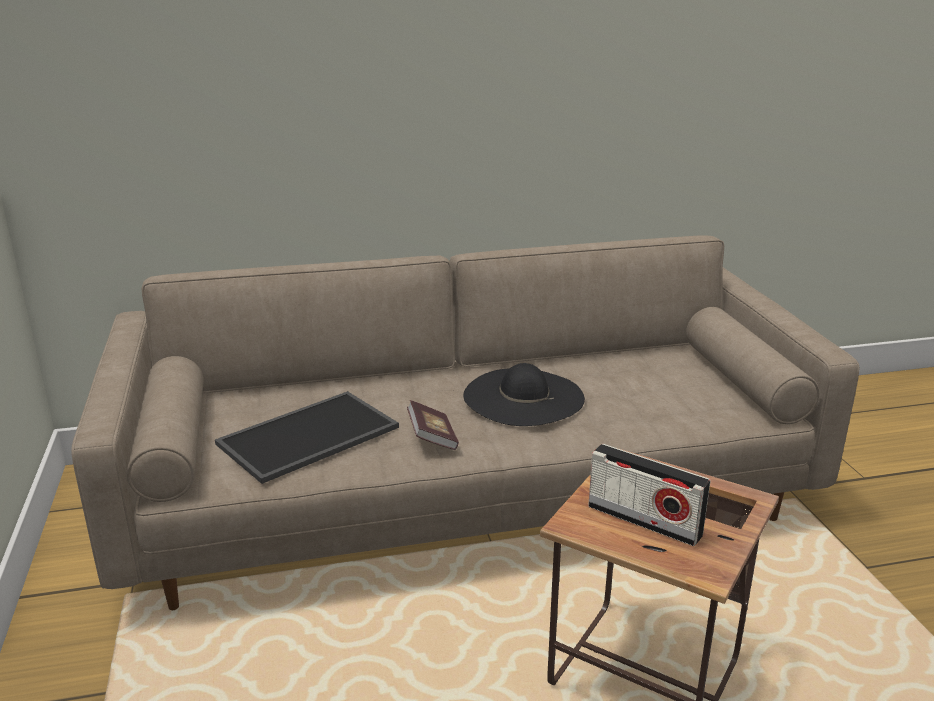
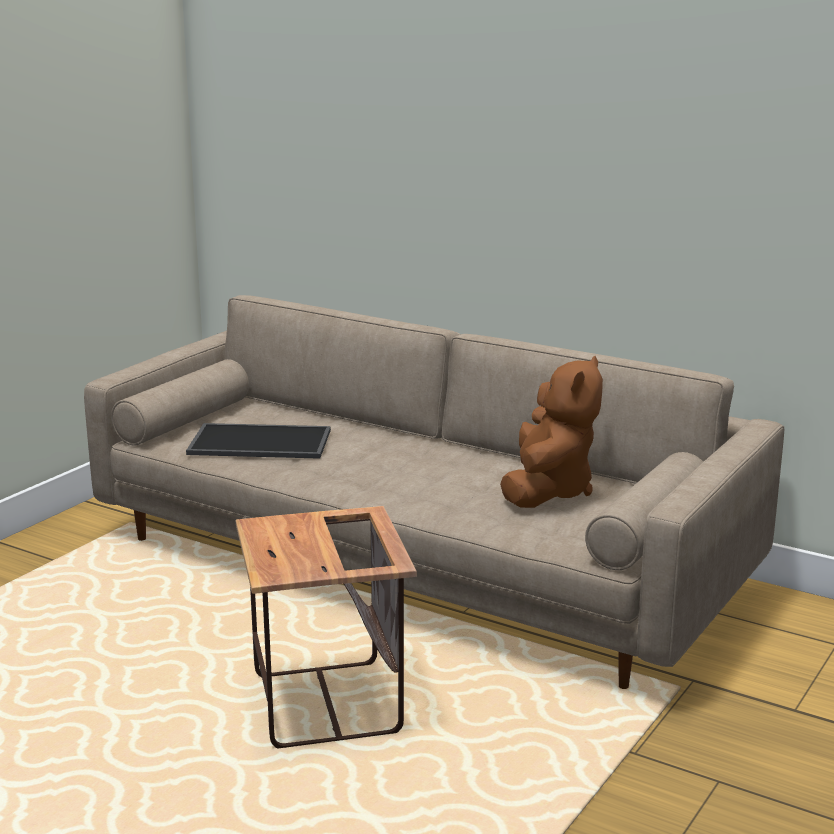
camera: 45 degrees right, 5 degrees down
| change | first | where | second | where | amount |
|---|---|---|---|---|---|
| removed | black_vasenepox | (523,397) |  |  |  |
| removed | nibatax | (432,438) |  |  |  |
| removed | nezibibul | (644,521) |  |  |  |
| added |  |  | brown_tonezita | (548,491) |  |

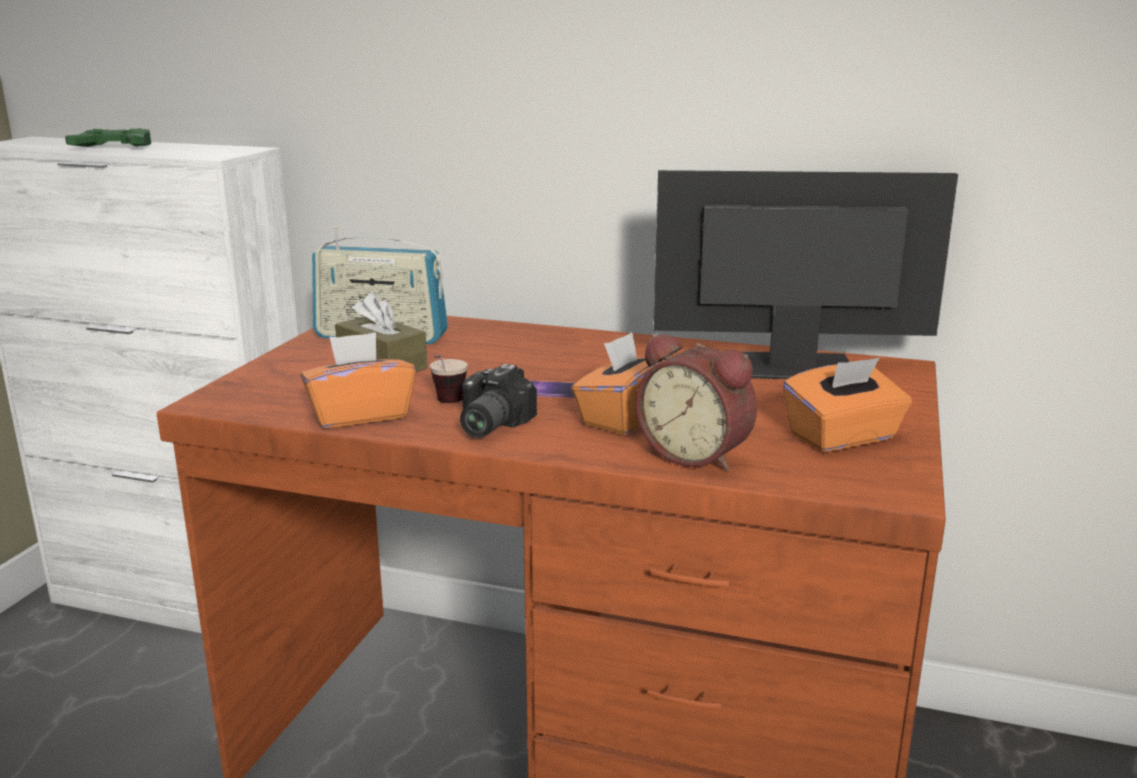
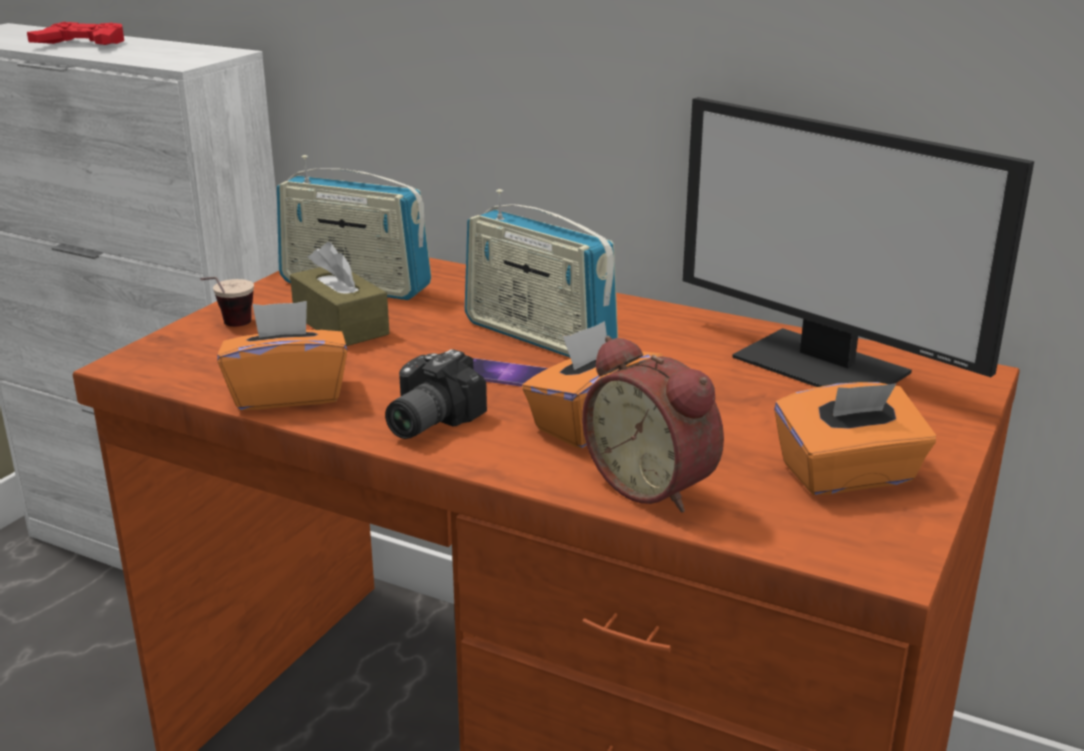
camera: 10 degrees right, 5 degrees up
| change | first | where | second | where | amount |
|---|---|---|---|---|---|
| recoloured | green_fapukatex | (113,147) | red_fapukatex | (81,45) |  |
| turned | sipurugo | (789,367) |  | (824,364) | 150 degrees counterclockwise |
| moved | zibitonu | (446,405) |  | (229,328) |  |
| added |  |  | nezibibul | (538,336) |  |

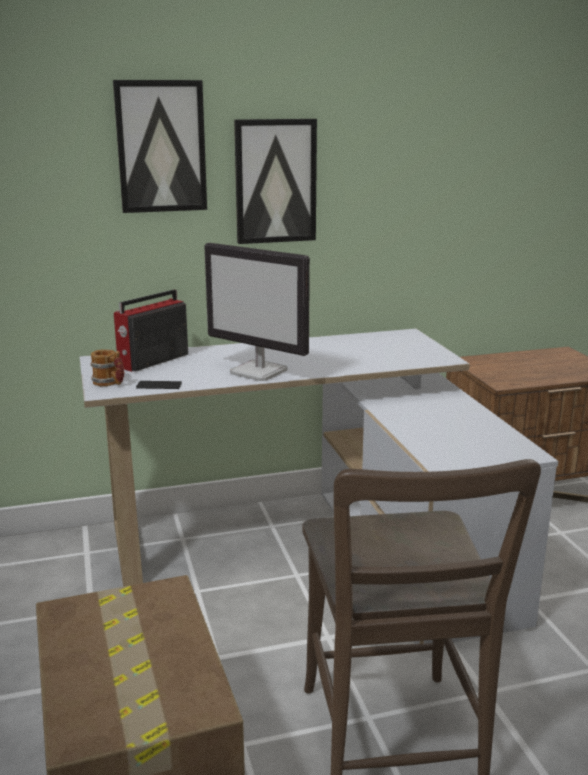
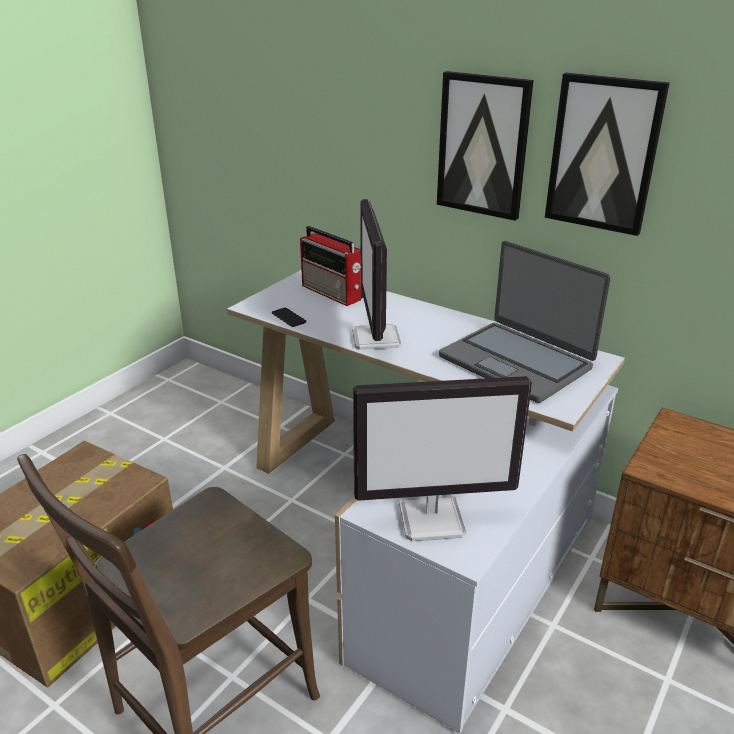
camera: 50 degrees right, 10 degrees up
| change | first | where | second | where | amount |
|---|---|---|---|---|---|
| moved | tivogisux | (161,147) |  | (603,154) |  |
| turned | nezibibul | (152,361) |  | (333,293) | 135 degrees counterclockwise |
| removed | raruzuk | (109,383) |  |  |  |
| added |  |  | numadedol | (516,362) |  |
| added |  |  | sipurugo | (432,518) |  |

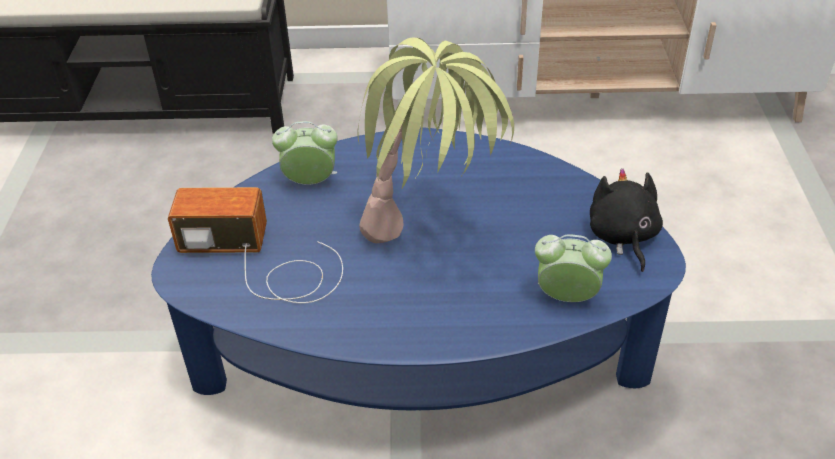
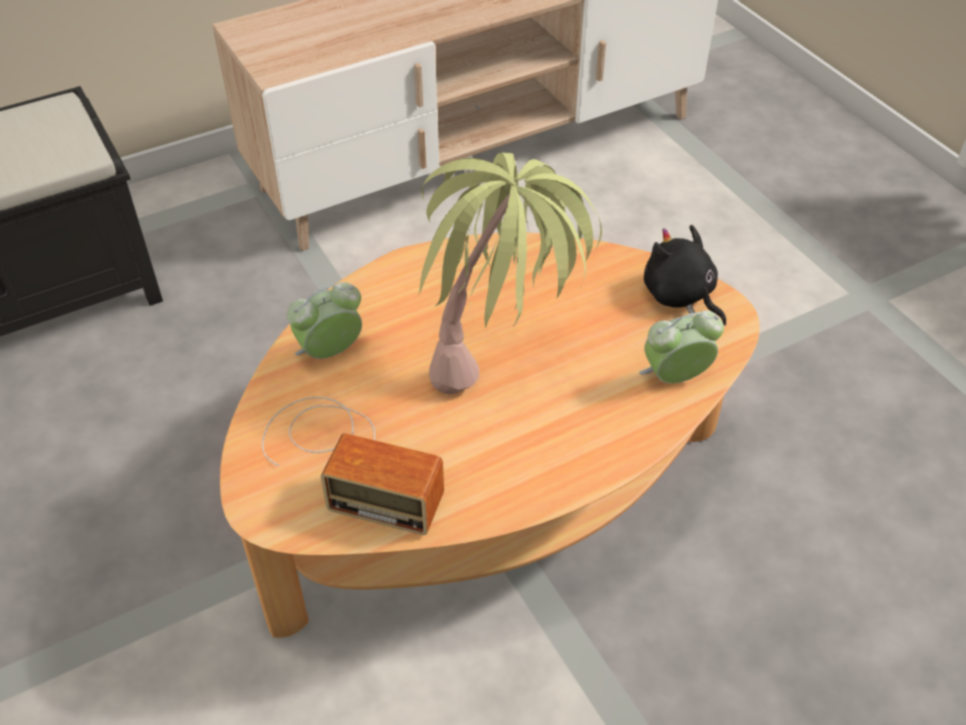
camera: 30 degrees left, 5 degrees up
| change | first | where | second | where | amount |
|---|---|---|---|---|---|
| recoloured | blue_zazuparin | (420,353) | beige_zazuparin | (487,490) |  |
| turned | nezibibul | (262,261) |  | (348,461) | 135 degrees counterclockwise |

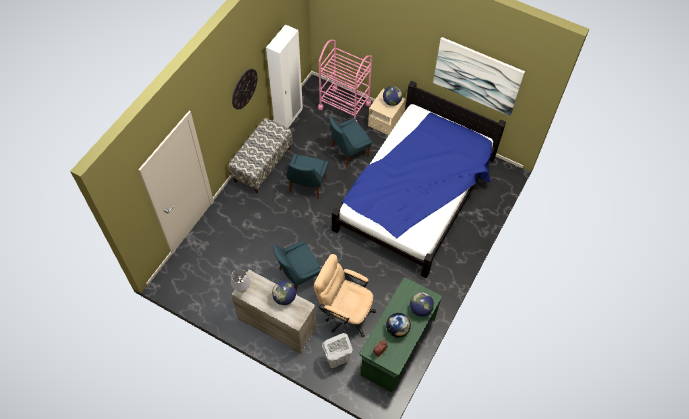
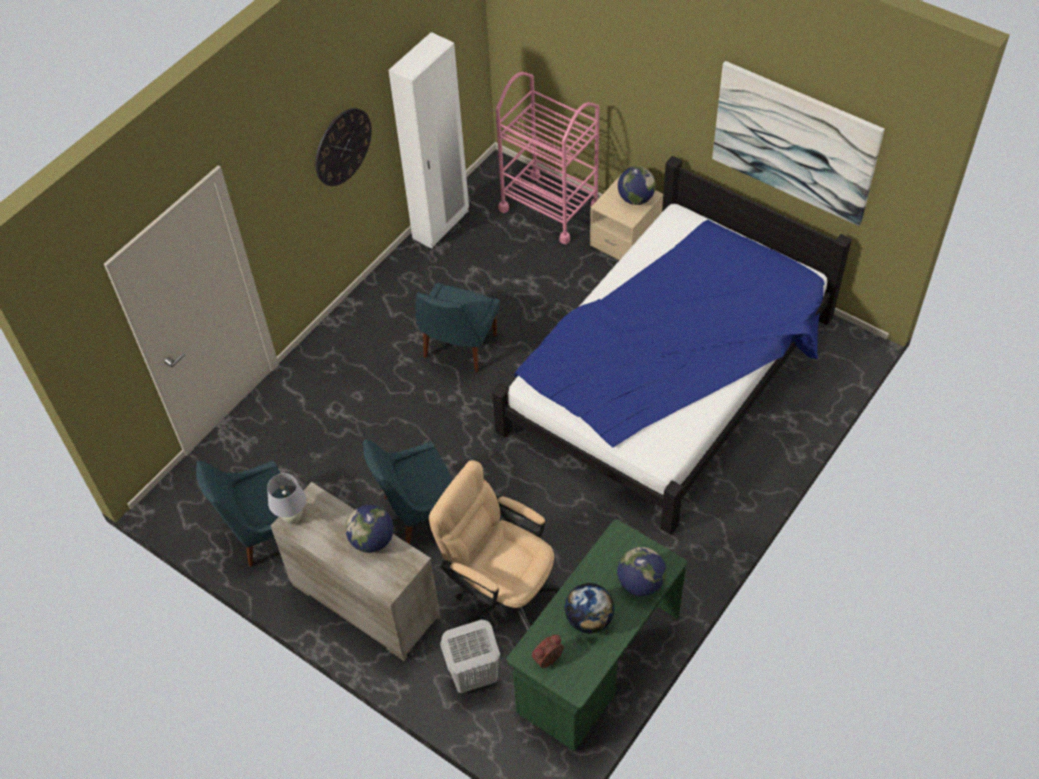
camera: 10 degrees right, 5 degrees down
| change | first | where | second | where | amount |
|---|---|---|---|---|---|
| moved | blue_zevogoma | (348,152) |  | (263,532) |  |
| removed | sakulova | (262,164) |  |  |  |

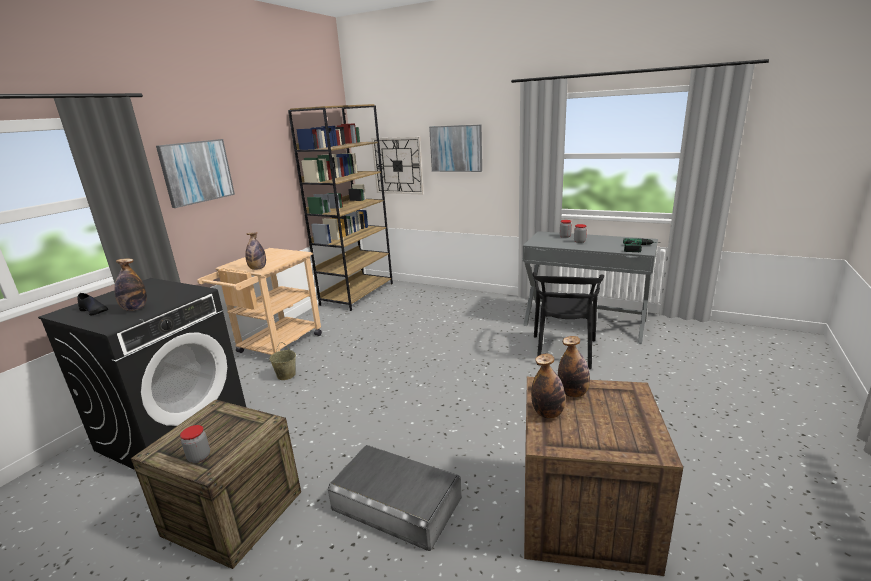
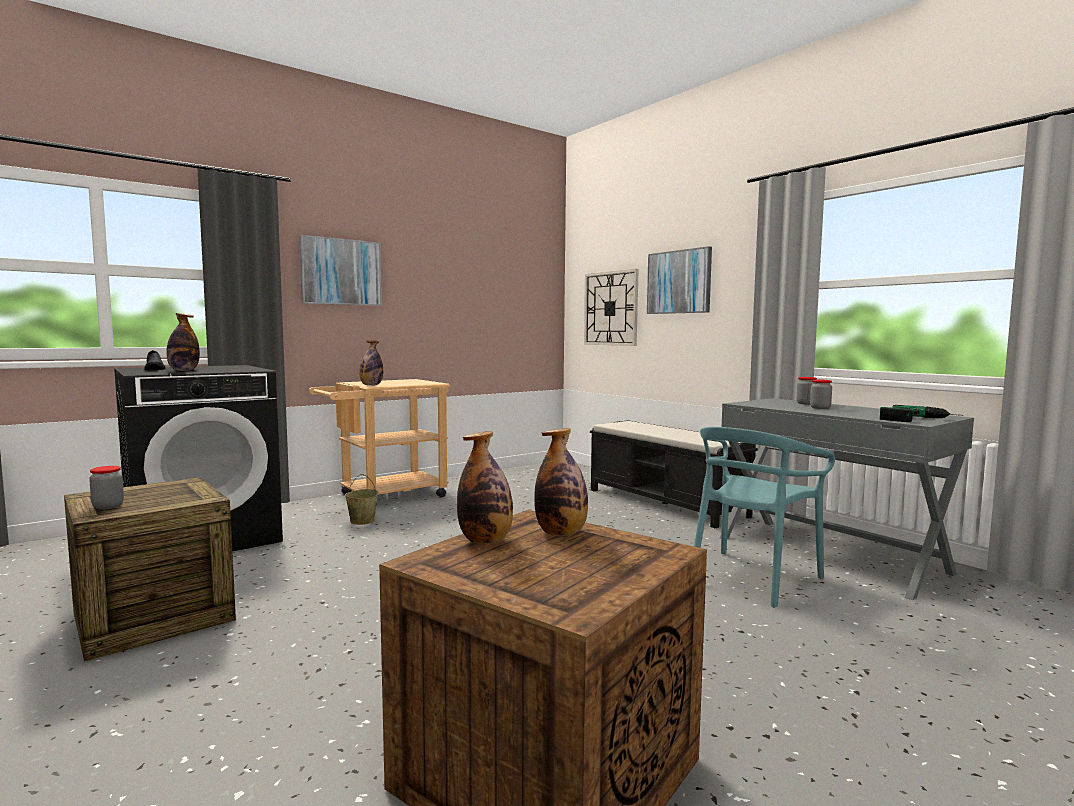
camera: 25 degrees right, 15 degrees down
| change | first | where | second | where | amount |
|---|---|---|---|---|---|
| removed | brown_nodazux | (357,294) |  |  |  |
| recoloured | black_zevogoma | (563,351) | turquoise_zevogoma | (752,578) |  |
| removed | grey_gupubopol | (396,503) |  |  |  |
| added |  |  | black_sakulova | (666,503) |  |

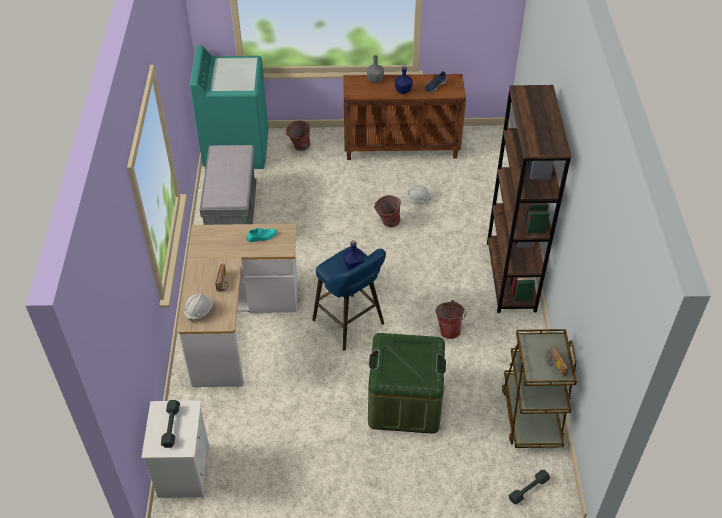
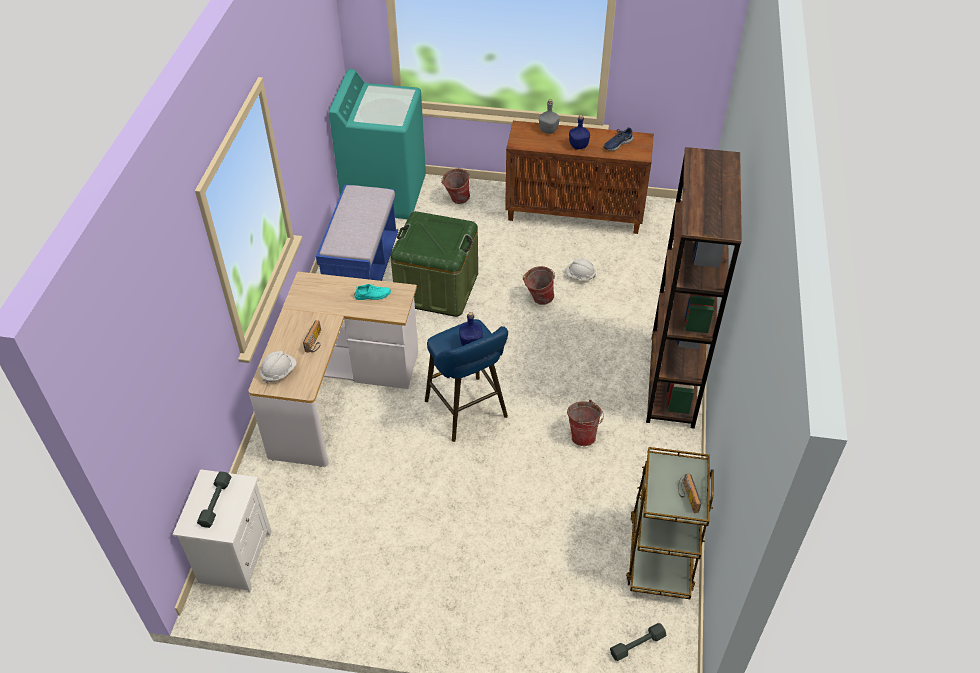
camera: 10 degrees right, 0 degrees up
| change | first | where | second | where | amount |
|---|---|---|---|---|---|
| recoloured | grey_sakulova | (232,216) | blue_sakulova | (362,269) |  |
| moved | green_gupubopol | (405,402) |  | (437,288) |  |

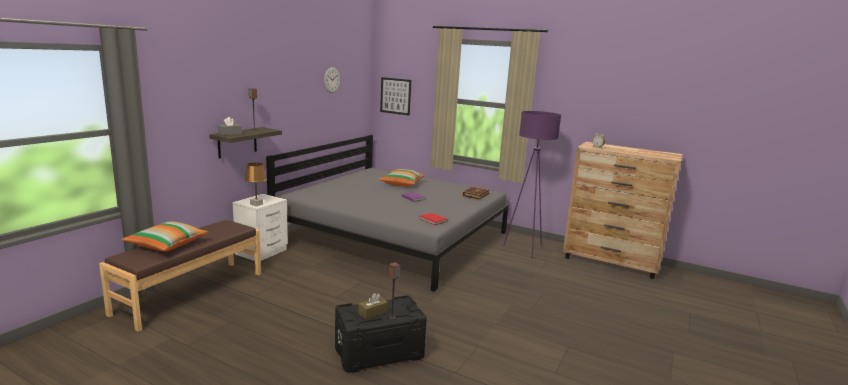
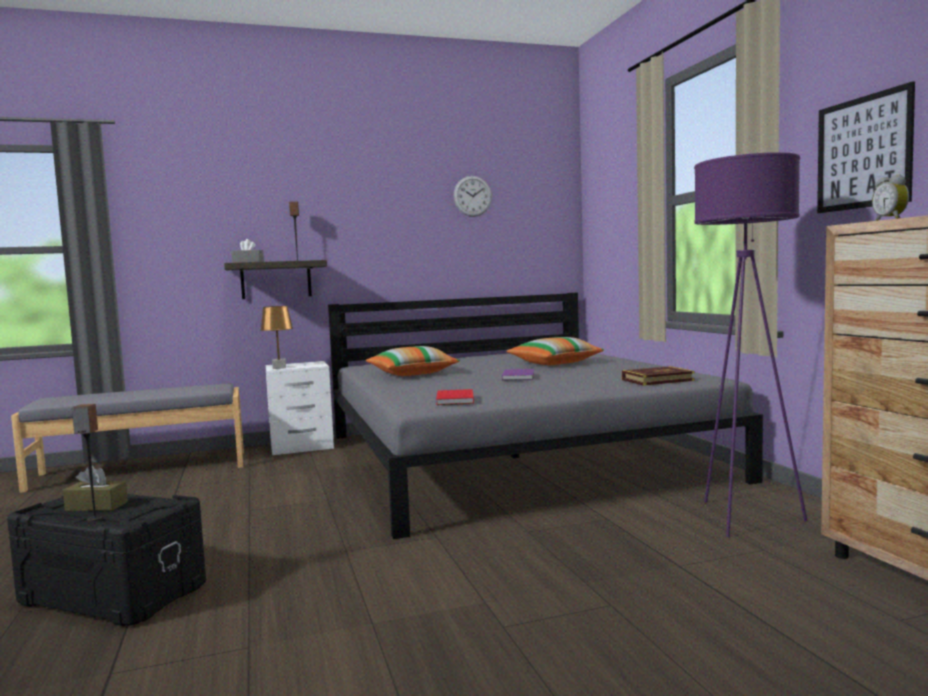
camera: 45 degrees right, 10 degrees down
| change | first | where | second | where | amount |
|---|---|---|---|---|---|
| moved | tivogisux | (395,96) |  | (863,152) |  |
| recoloured | brown_sakulova | (190,292) | grey_sakulova | (141,470) |  |
| moved | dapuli | (167,245) |  | (412,374) |  |

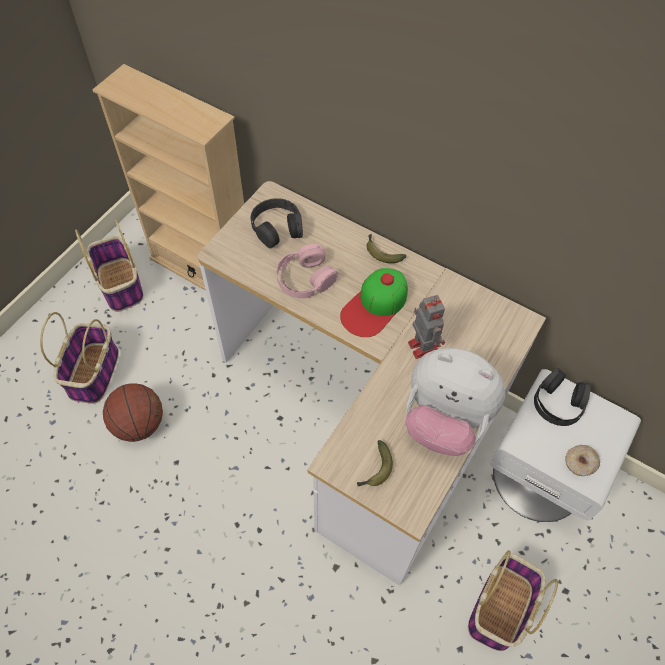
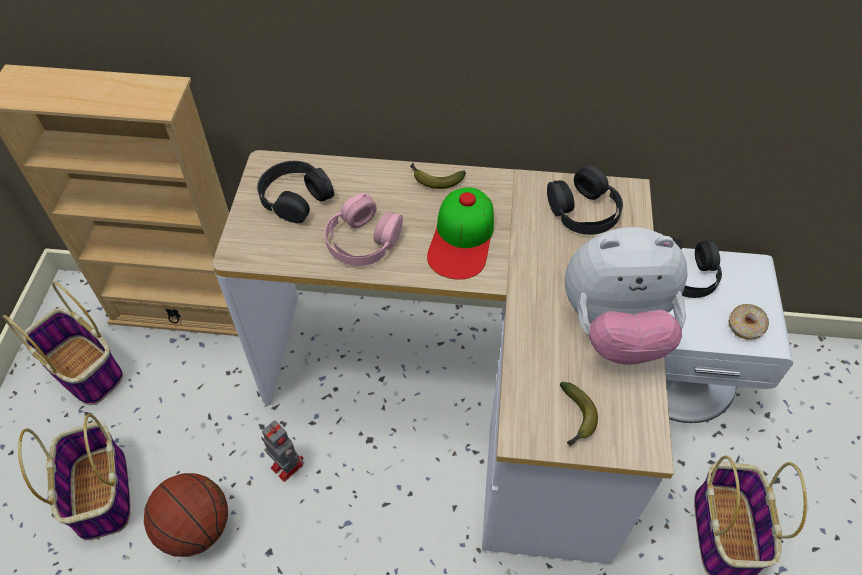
camera: 25 degrees left, 5 degrees down
| change | first | where | second | where | amount |
|---|---|---|---|---|---|
| moved | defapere | (422,345) |  | (285,465) |  |
| added |  |  | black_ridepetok | (583,210) |  |

